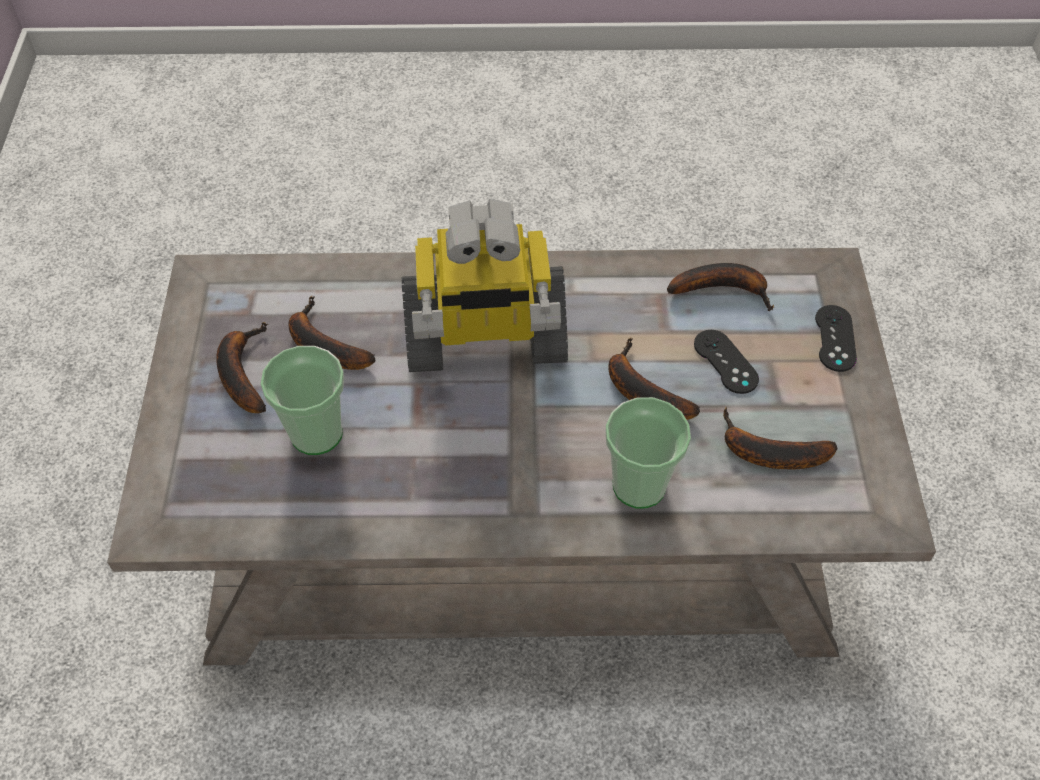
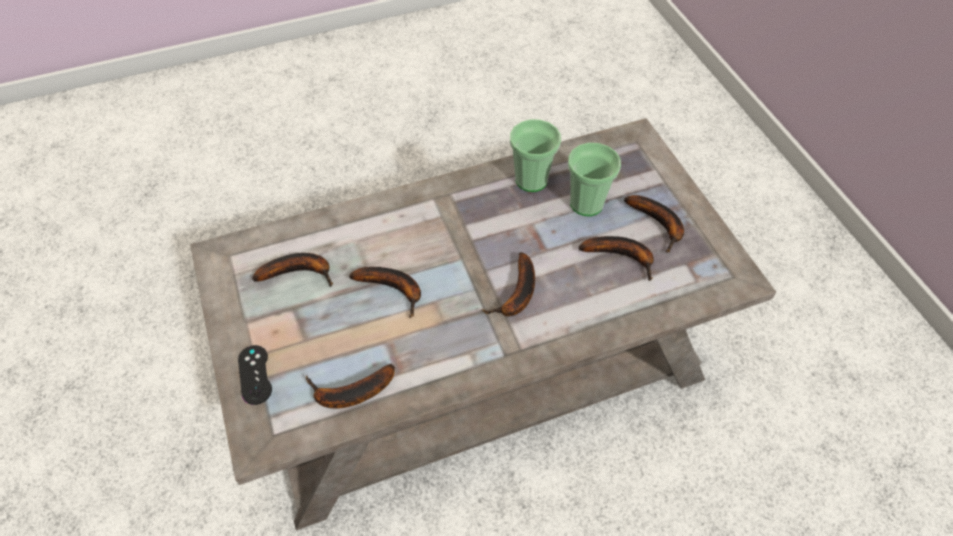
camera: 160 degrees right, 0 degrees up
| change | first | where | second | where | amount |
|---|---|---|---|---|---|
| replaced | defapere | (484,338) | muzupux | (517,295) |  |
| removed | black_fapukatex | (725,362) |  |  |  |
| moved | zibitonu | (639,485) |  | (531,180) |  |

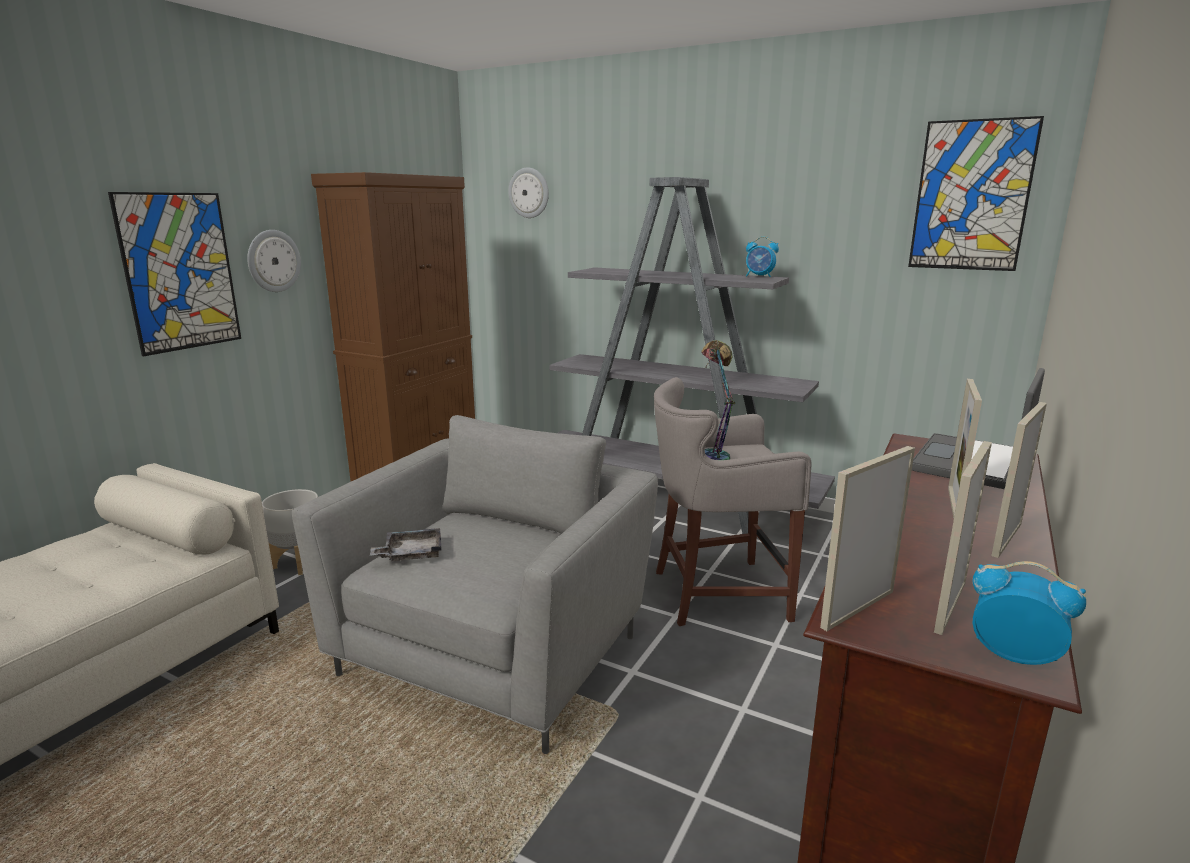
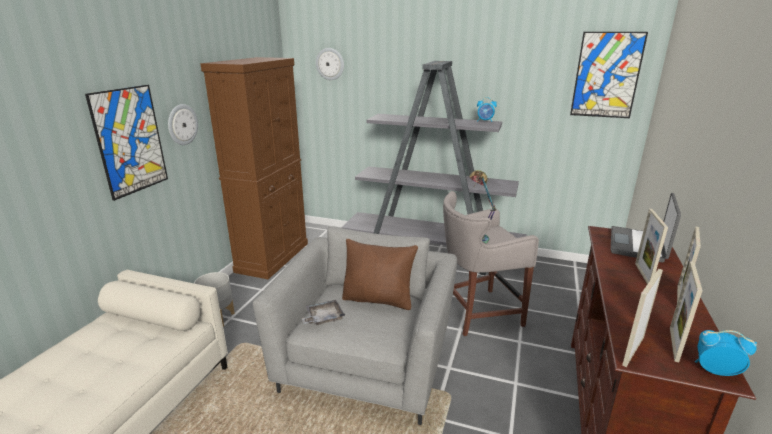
camera: 10 degrees left, 5 degrees up
| change | first | where | second | where | amount |
|---|---|---|---|---|---|
| added |  |  | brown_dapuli | (379,299) |  |

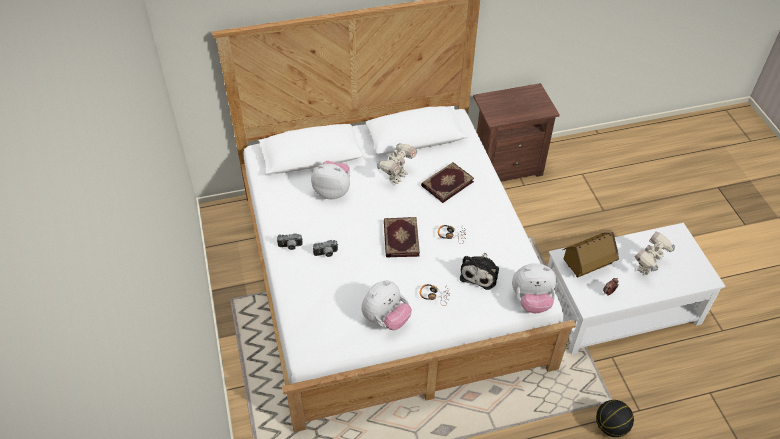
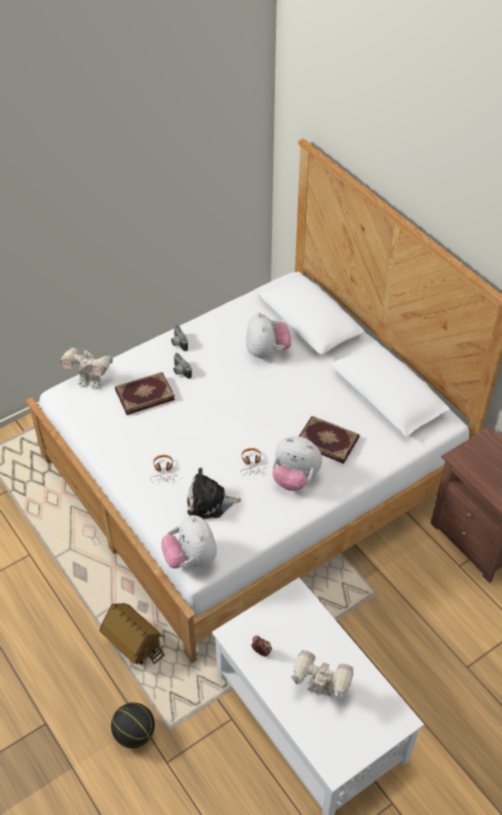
camera: 70 degrees right, 0 degrees up
| change | first | where | second | where | amount |
|---|---|---|---|---|---|
| moved | defapere | (396,176) |  | (90,381) |  |
| moved | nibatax | (400,238) |  | (144,394) |  |
| moved | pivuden | (586,266) |  | (134,645) |  |
| moved | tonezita | (385,319) |  | (295,478) |  |

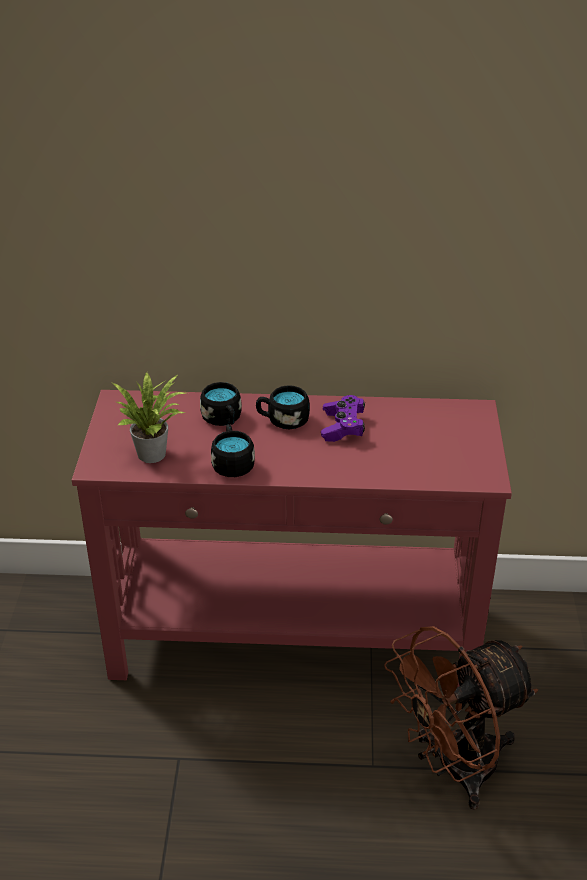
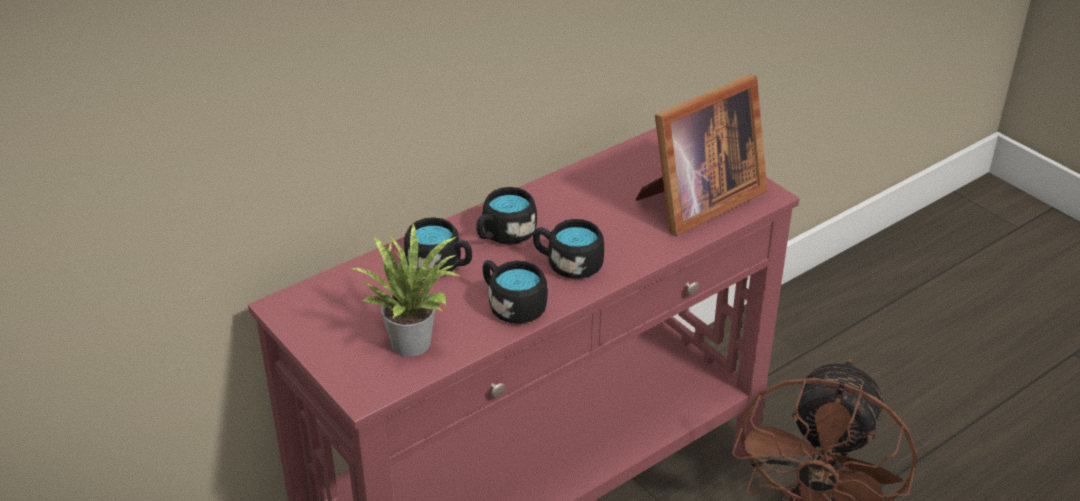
camera: 40 degrees left, 0 degrees up
| change | first | where | second | where | amount |
|---|---|---|---|---|---|
| removed | purple_fapukatex | (343,427) |  |  |  |
| added |  |  | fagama | (696,202) |  |
| added |  |  | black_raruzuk | (568,264) |  |

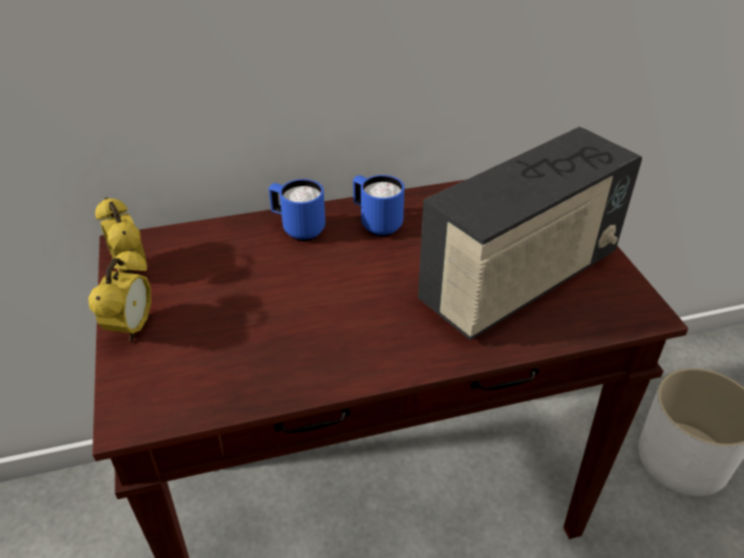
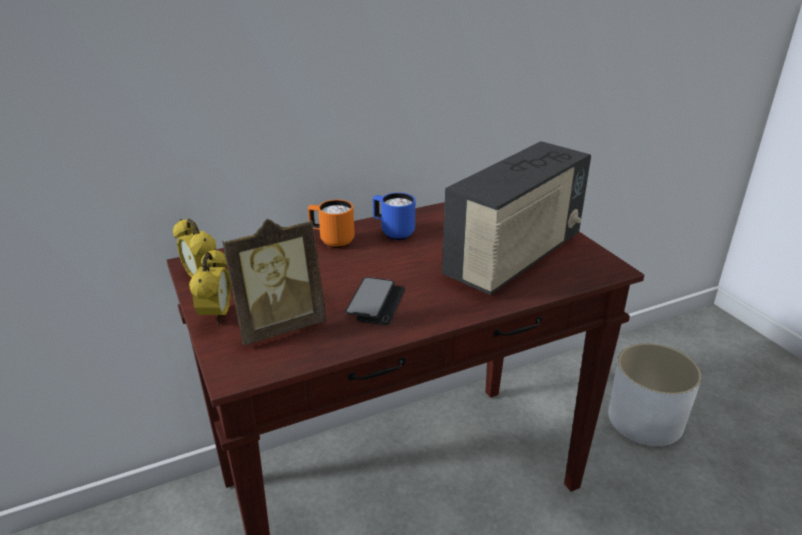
camera: 10 degrees left, 10 degrees down
| change | first | where | second | where | amount |
|---|---|---|---|---|---|
| recoloured | blue_raruzuk | (298,229) | orange_raruzuk | (332,241) |  |
| added |  |  | fagama | (279,326) |  |
| added |  |  | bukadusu | (376,302) |  |

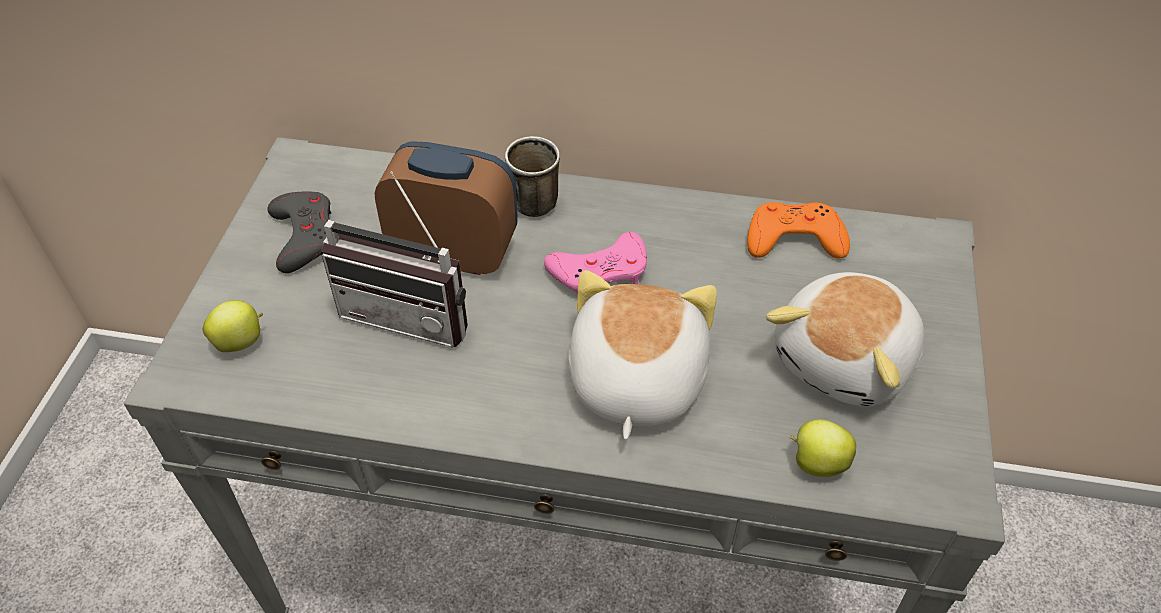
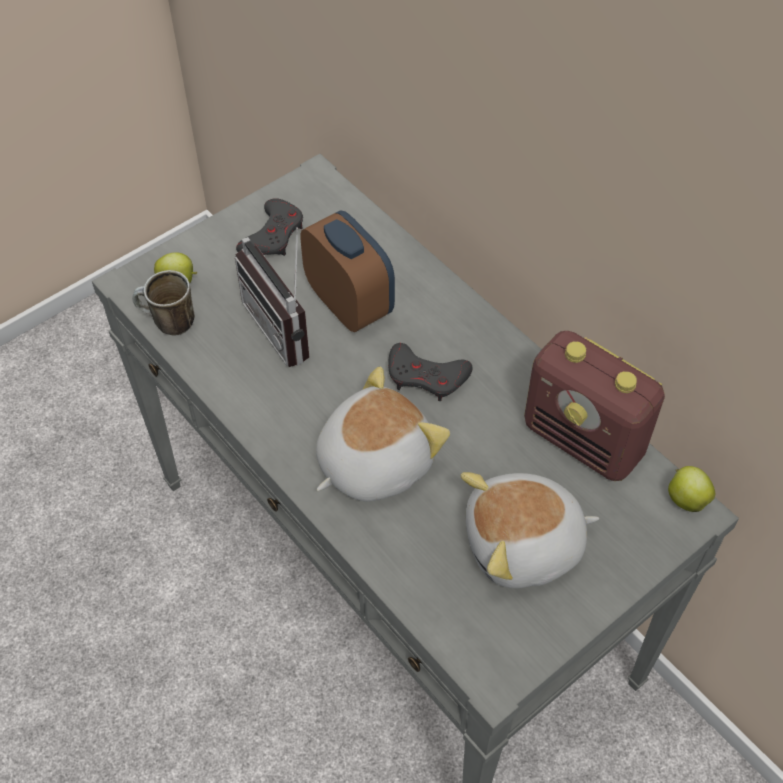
camera: 40 degrees right, 5 degrees up
| change | first | where | second | where | amount |
|---|---|---|---|---|---|
| moved | raruzuk | (528,209) |  | (168,324) |  |
| replaced | orange_fapukatex | (794,238) | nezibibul | (584,440) |  |
| recoloured | pink_fapukatex | (600,272) | grey_fapukatex | (426,376) |  |
| moved | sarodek | (816,463) |  | (686,499) |  |

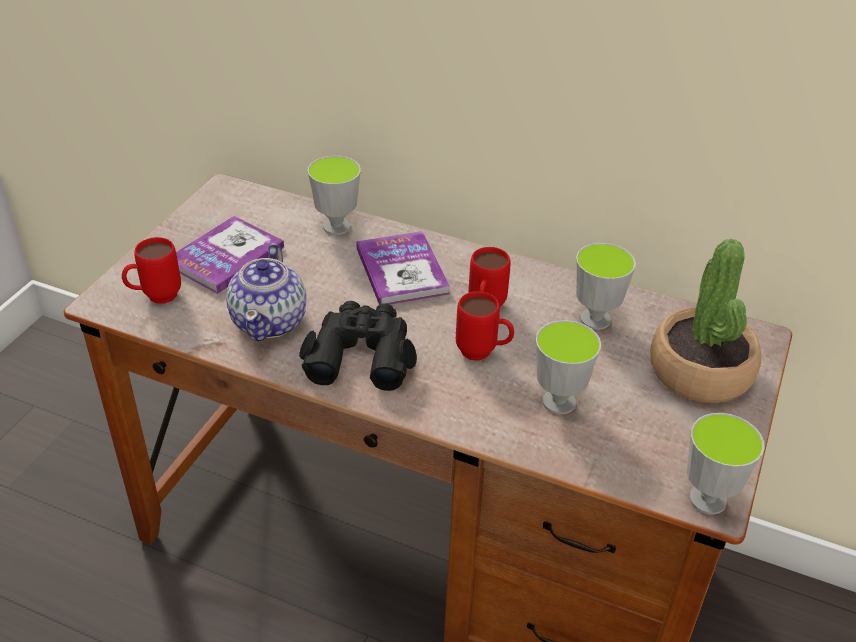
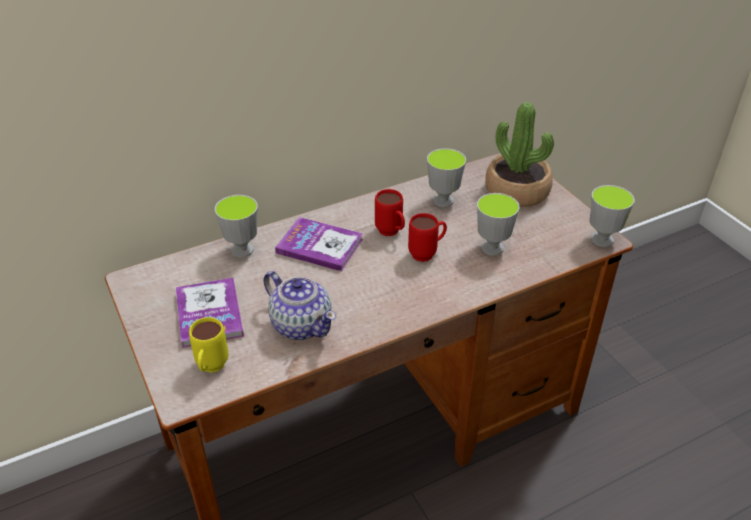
camera: 50 degrees left, 0 degrees up
| change | first | where | second | where | amount |
|---|---|---|---|---|---|
| recoloured | red_raruzuk | (155,298) | yellow_raruzuk | (211,369) |  |
| removed | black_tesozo | (361,354) |  |  |  |

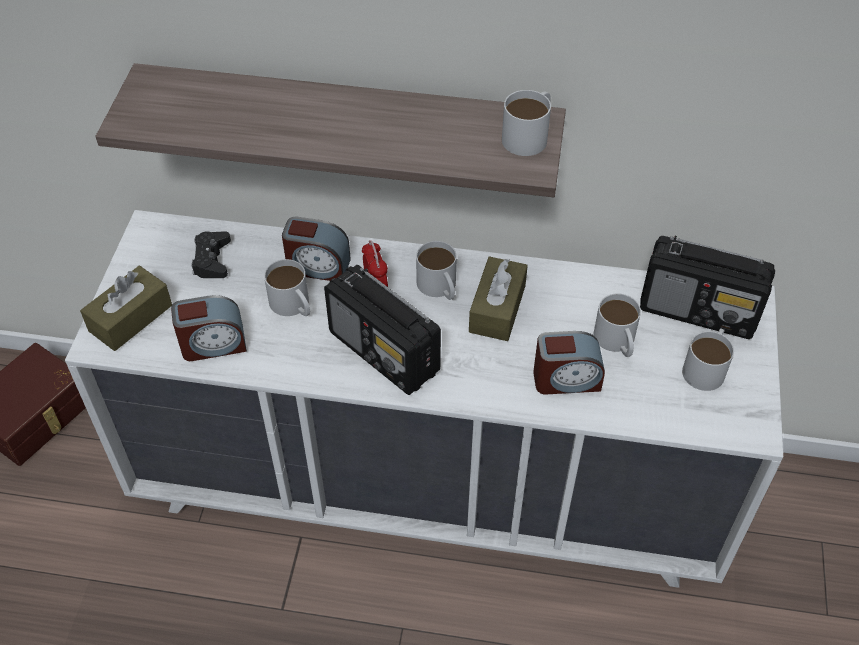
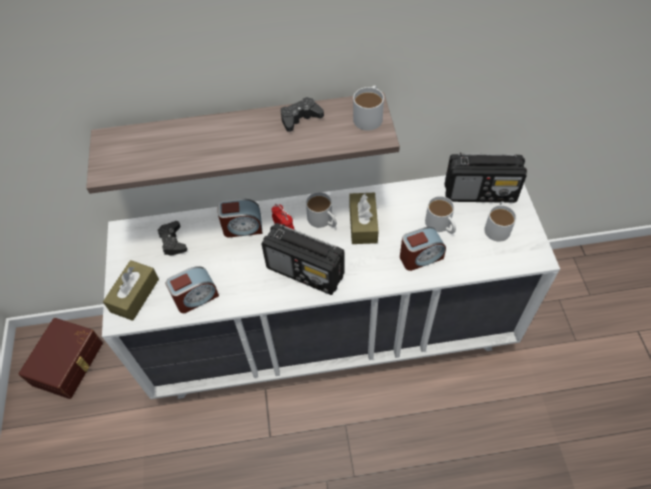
camera: 15 degrees left, 5 degrees up
| change | first | where | second | where | amount |
|---|---|---|---|---|---|
| removed | white_raruzuk | (293,306) |  |  |  |
| added |  |  | black_fapukatex | (300,118) |  |

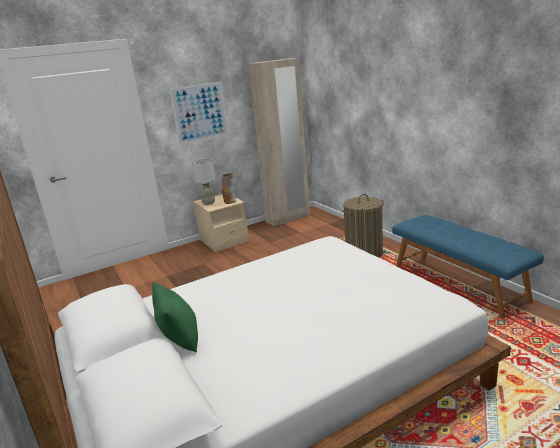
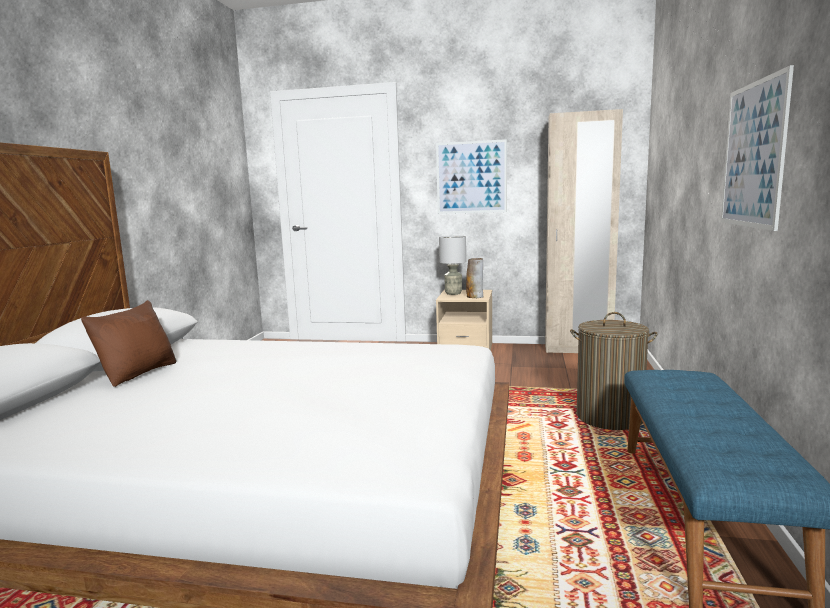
camera: 40 degrees right, 10 degrees down
| change | first | where | second | where | amount |
|---|---|---|---|---|---|
| recoloured | green_dapuli | (180,339) | brown_dapuli | (138,373) |  |
| added |  |  | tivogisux | (753,155) |  |

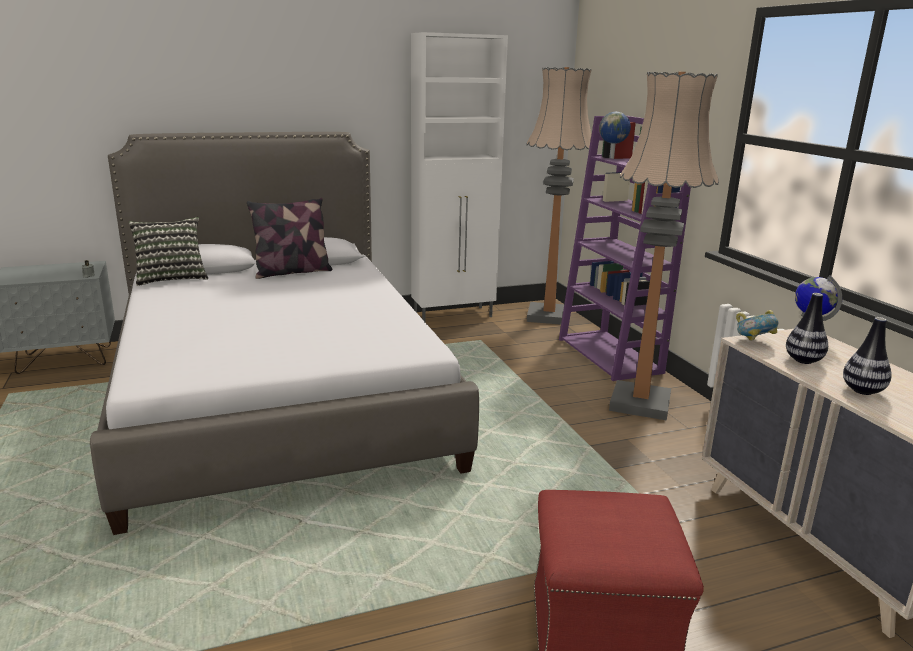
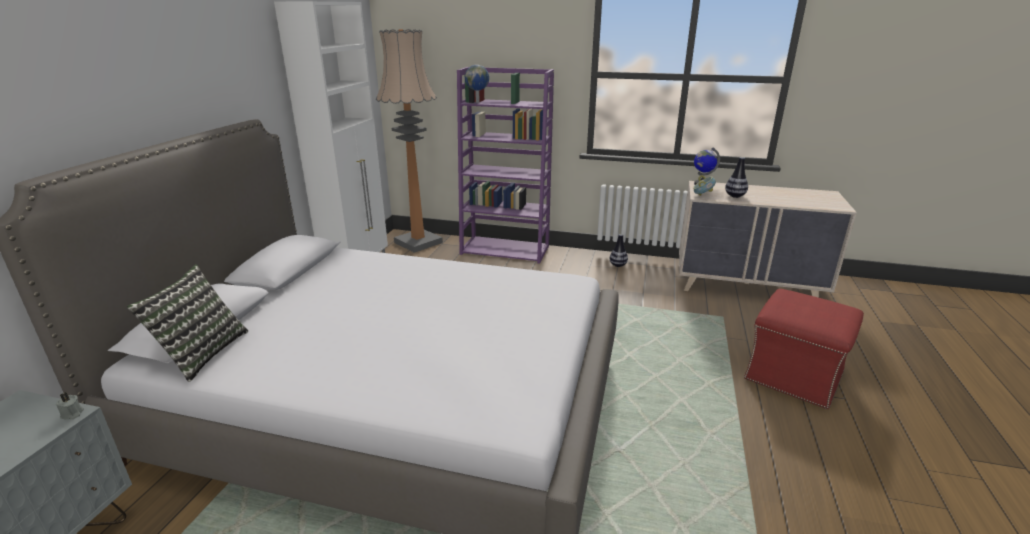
camera: 55 degrees left, 5 degrees up
| change | first | where | second | where | amount |
|---|---|---|---|---|---|
| removed | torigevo | (640,403) |  |  |  |
| removed | dapuli | (292,272) |  |  |  |
| moved | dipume | (862,391) |  | (618,265) |  |

